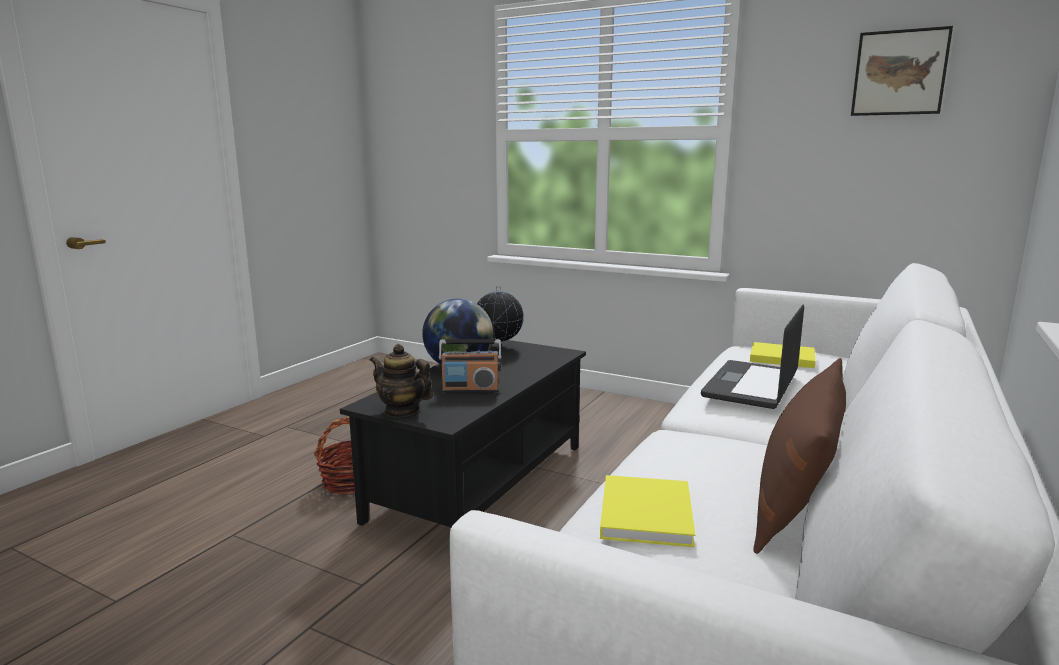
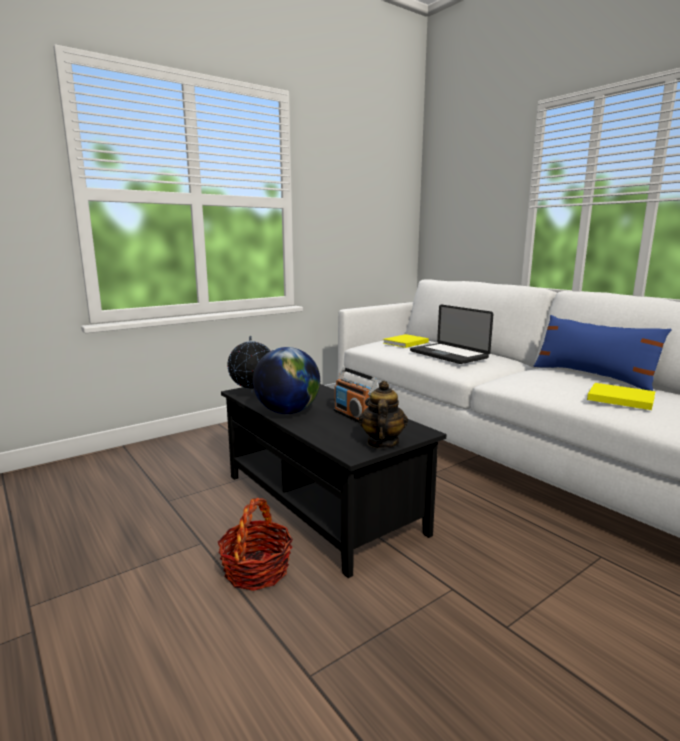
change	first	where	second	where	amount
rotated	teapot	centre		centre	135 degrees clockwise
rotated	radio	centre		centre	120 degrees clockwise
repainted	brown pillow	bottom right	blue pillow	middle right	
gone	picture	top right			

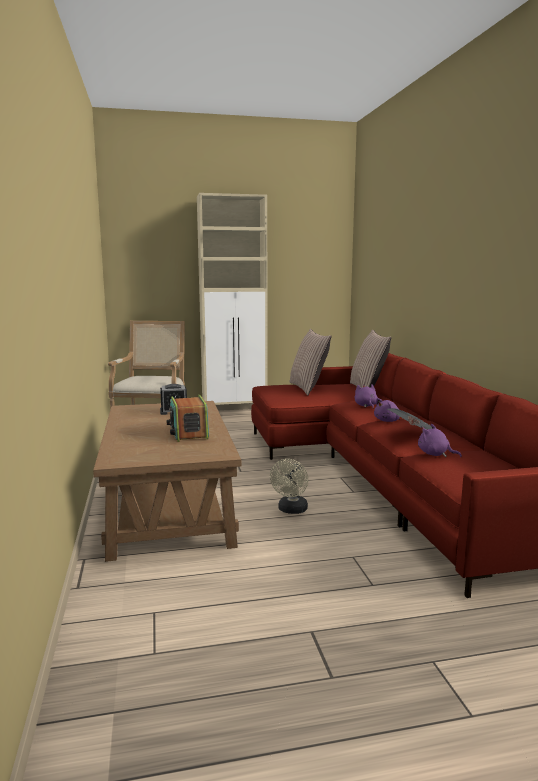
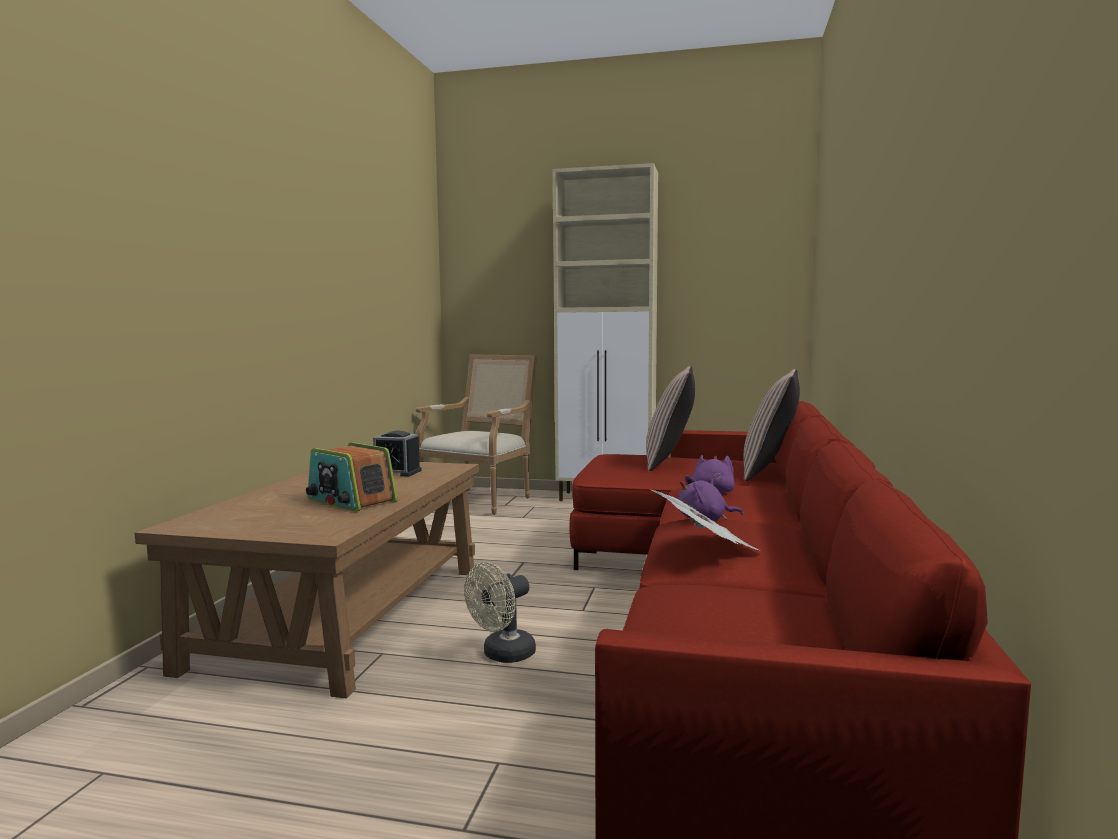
change	first	where	second	where	amount
rotated	radio	centre		middle left	60 degrees counterclockwise
gone	purple plush toy (no. 3 from left)	middle right			

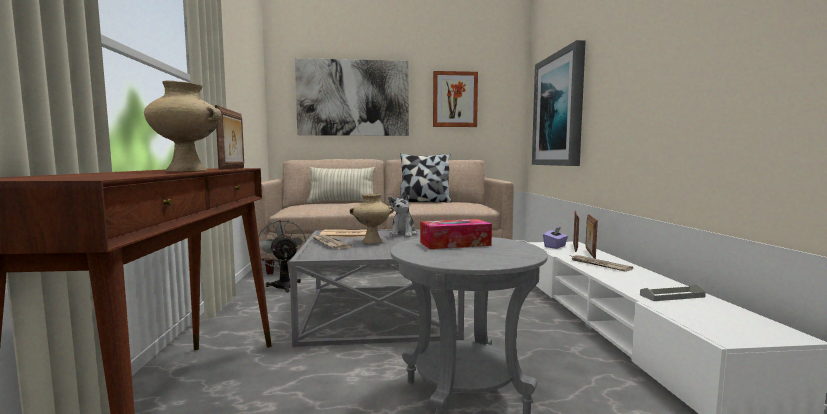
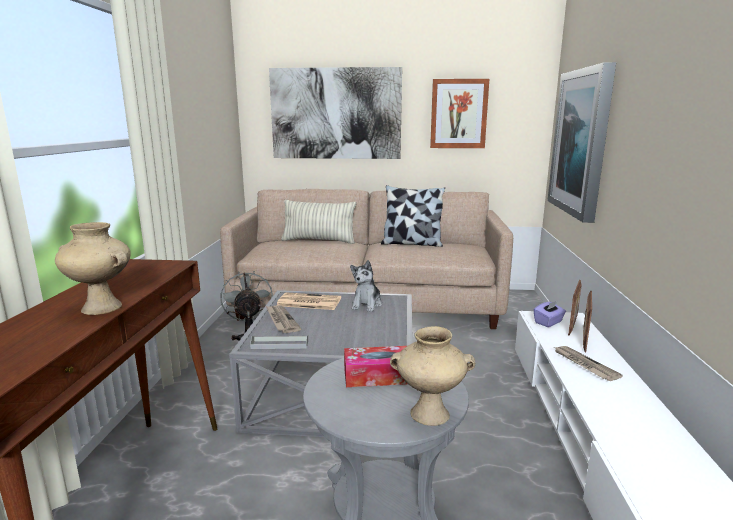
change	first	where	second	where	amount
gone	picture frame (no. 1 from left)	top left			
shifted	beige vase (no. 2 from left)	centre		bottom centre	
shifted	grey tray	bottom right		centre	

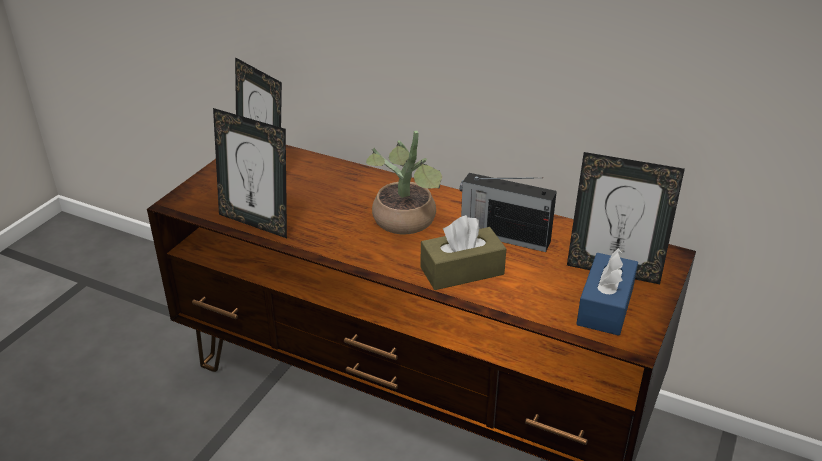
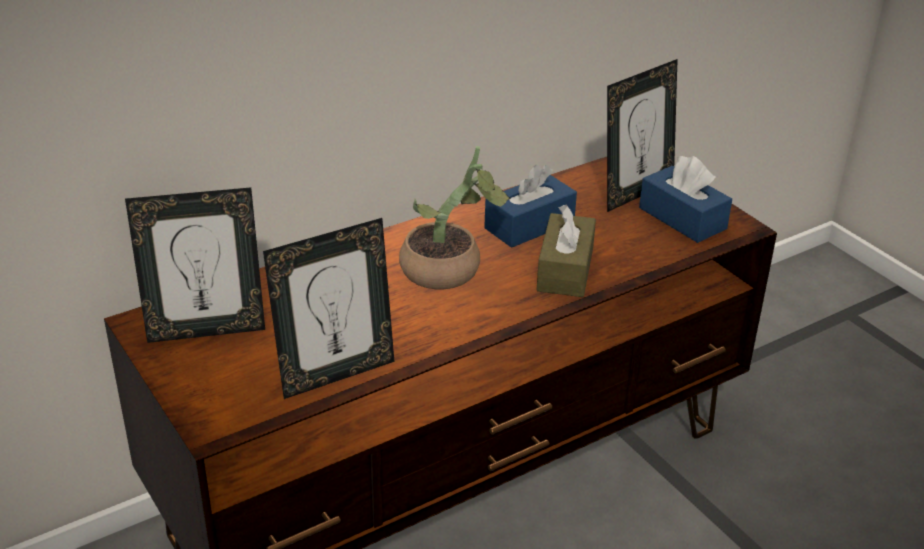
change	first	where	second	where	amount
swapped	radio	centre	blue tissue box (no. 1 from left)	centre	

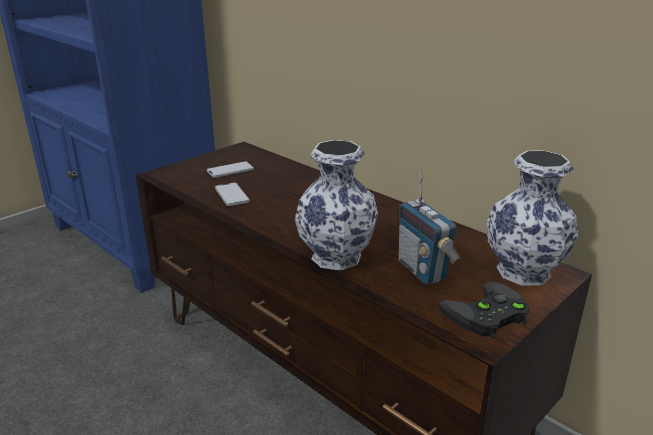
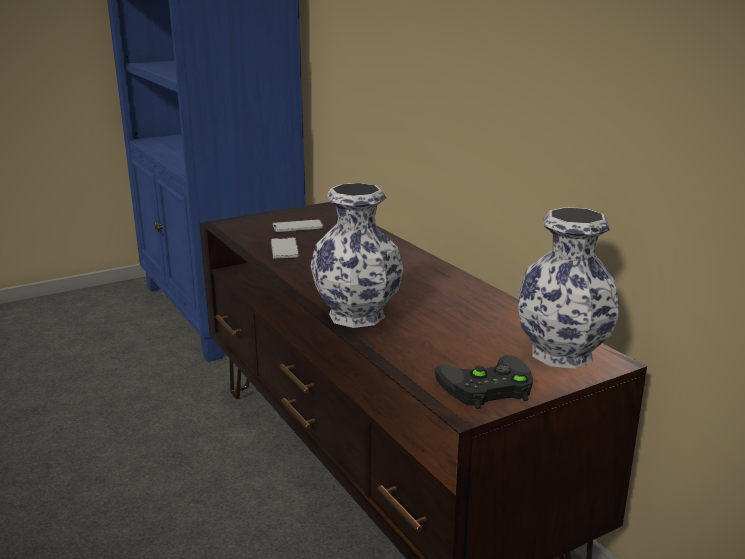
change	first	where	second	where	amount
gone	radio	centre			

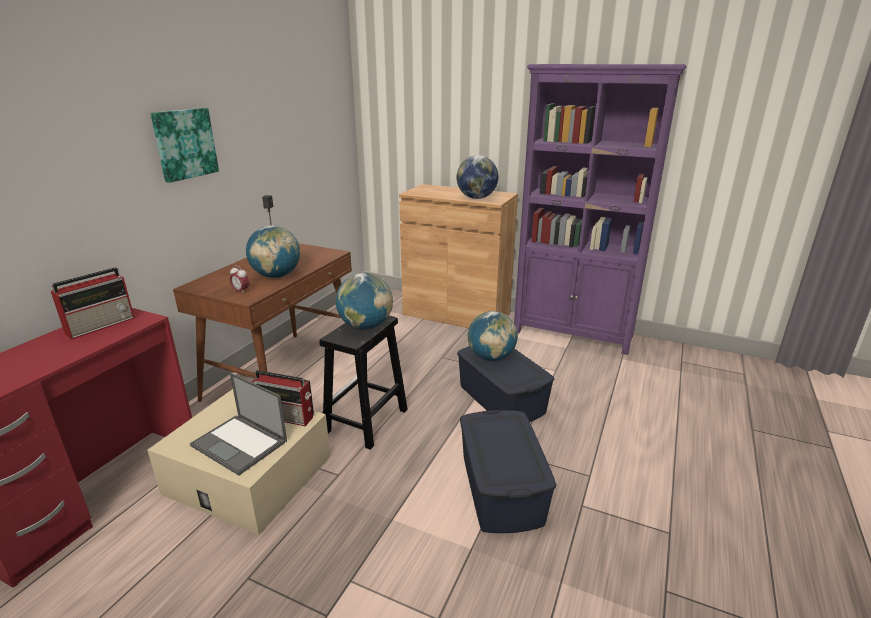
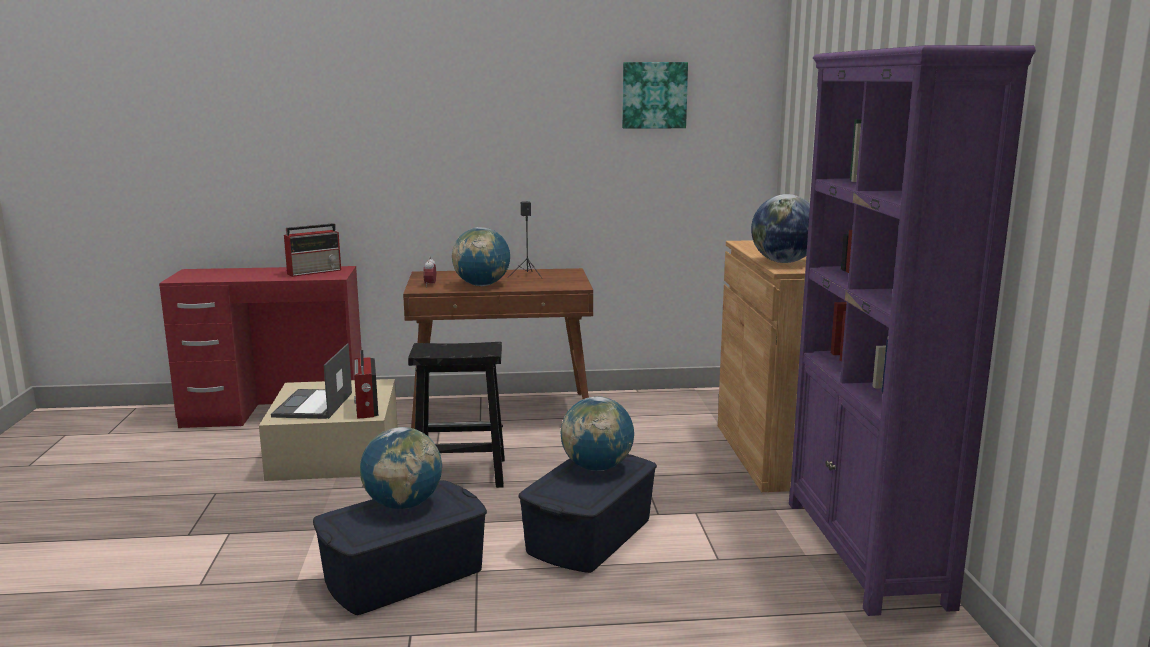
change	first	where	second	where	amount
rotated	radio (no. 1 from left)	middle left		middle left	45 degrees counterclockwise
shifted	picture	top left		top centre	
shifted	globe (no. 2 from left in the first image)	centre	globe (no. 1 from left)	bottom centre	

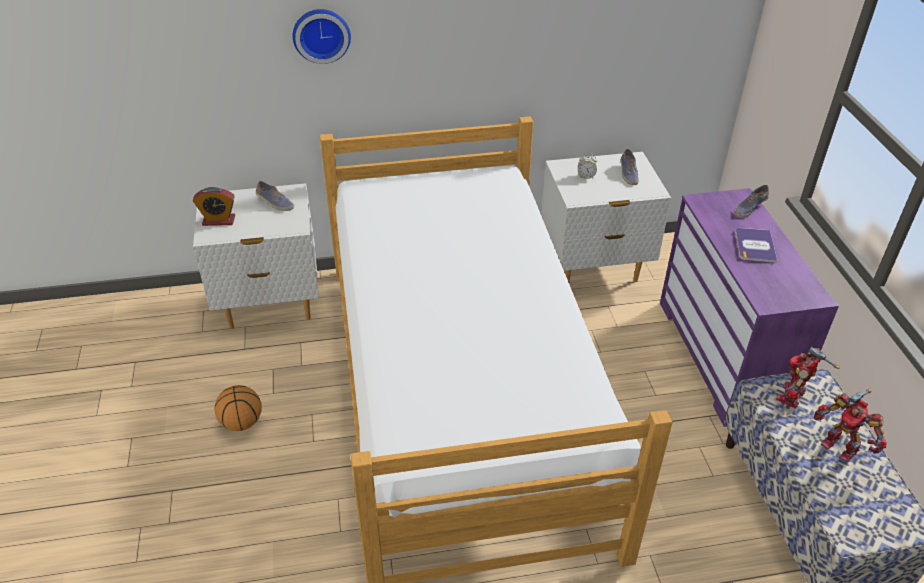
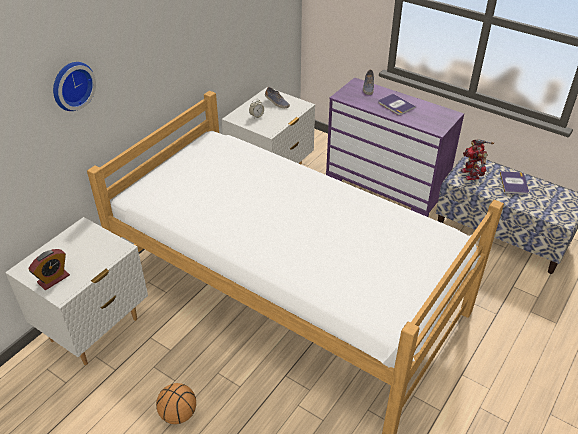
change	first	where	second	where	amount
gone	shoe (no. 1 from left)	middle left			
swapped	toy robot (no. 2 from left)	bottom right	book (no. 2 from left)	middle right	

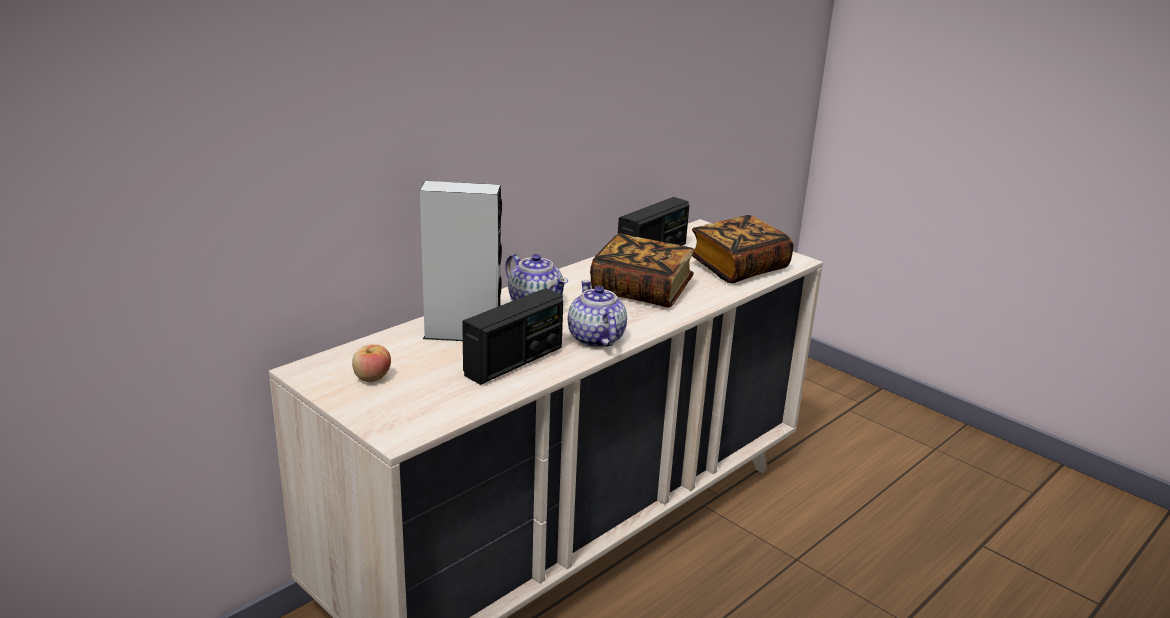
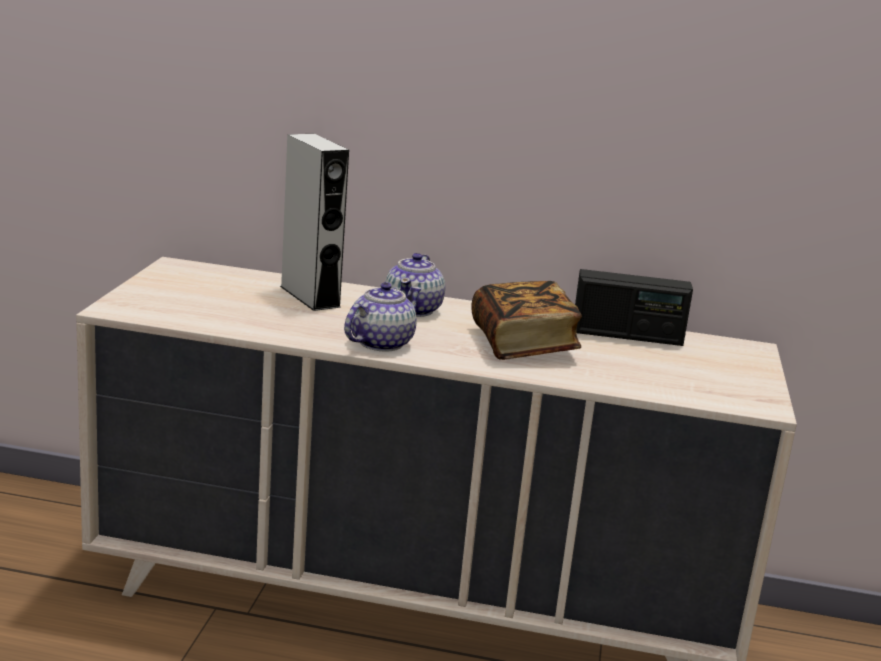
change	first	where	second	where	amount
gone	apple	middle left			
gone	radio (no. 1 from left)	centre			
gone	book (no. 2 from left)	centre			

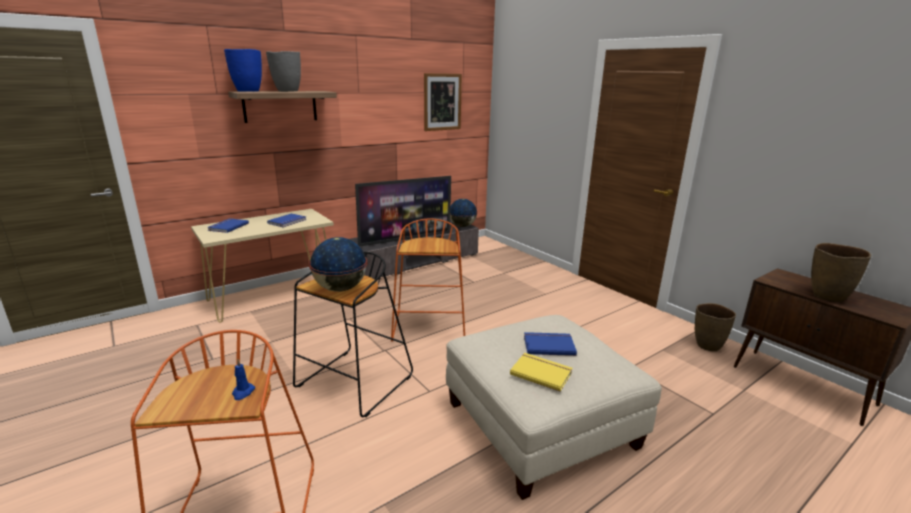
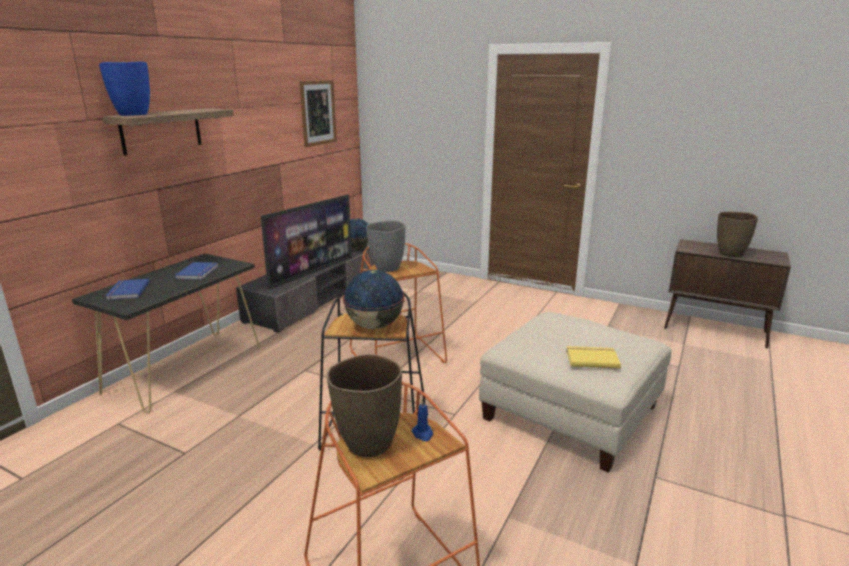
change	first	where	second	where	amount
repainted	beige console table	middle left	black console table	middle left	
shifted	grey vase	top left		centre	
gone	blue book (no. 3 from left)	bottom centre			
shifted	brown vase (no. 1 from left)	middle right		bottom centre	

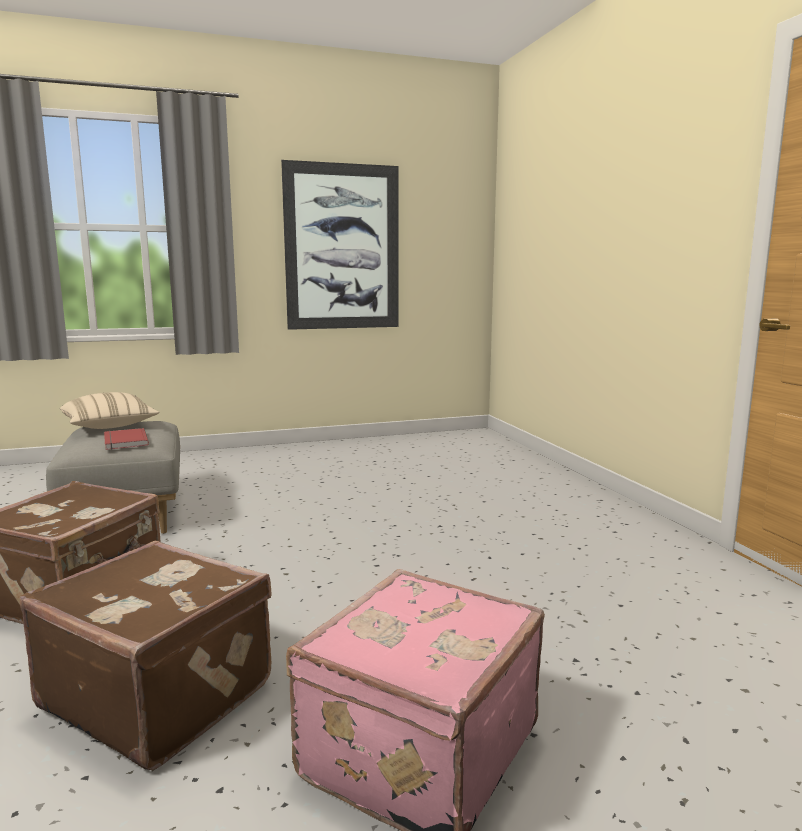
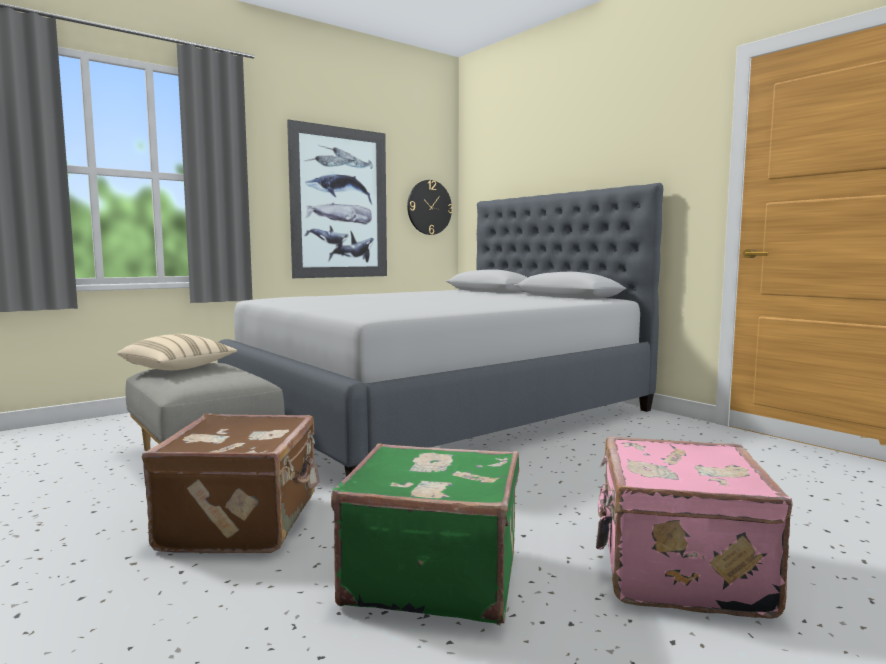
change	first	where	second	where	amount
repainted	brown suitcase (no. 2 from left)	bottom left	green suitcase	bottom centre	
gone	red book	middle left			
new			grey bed	centre	
new			wall clock	top centre	

